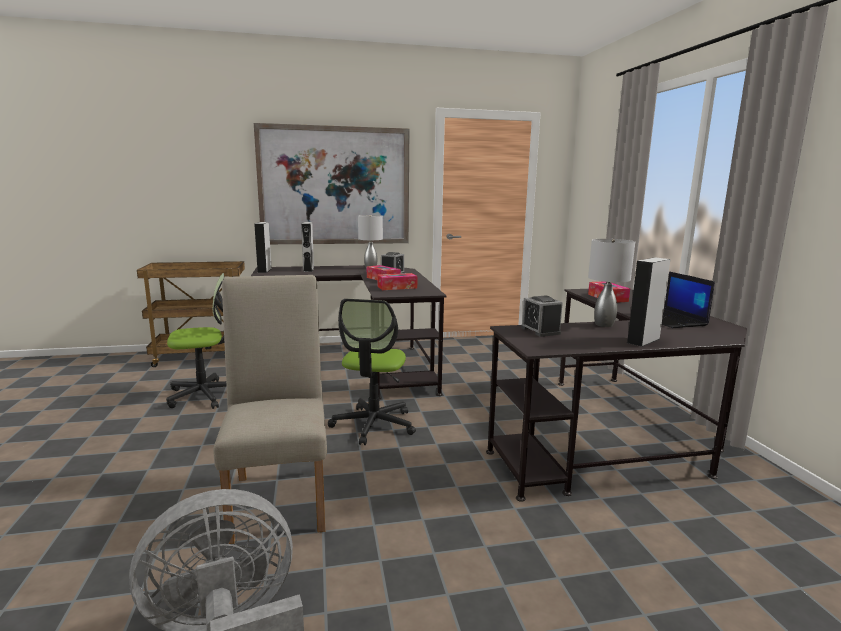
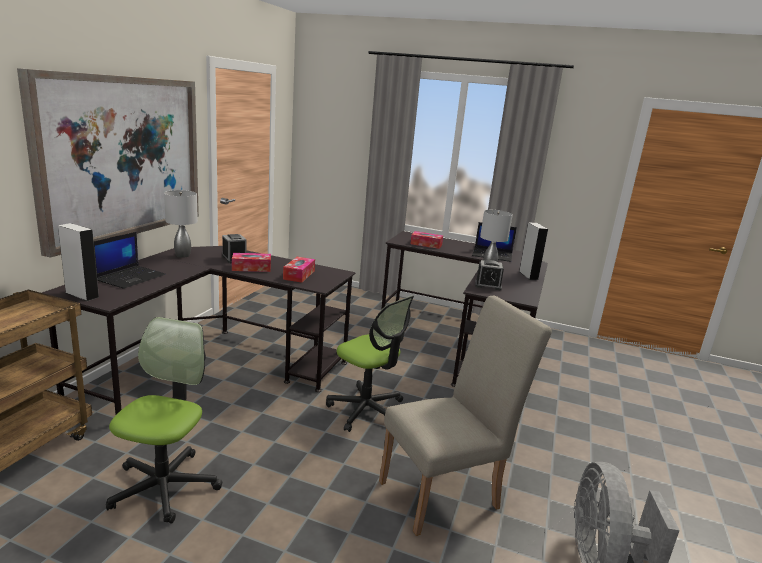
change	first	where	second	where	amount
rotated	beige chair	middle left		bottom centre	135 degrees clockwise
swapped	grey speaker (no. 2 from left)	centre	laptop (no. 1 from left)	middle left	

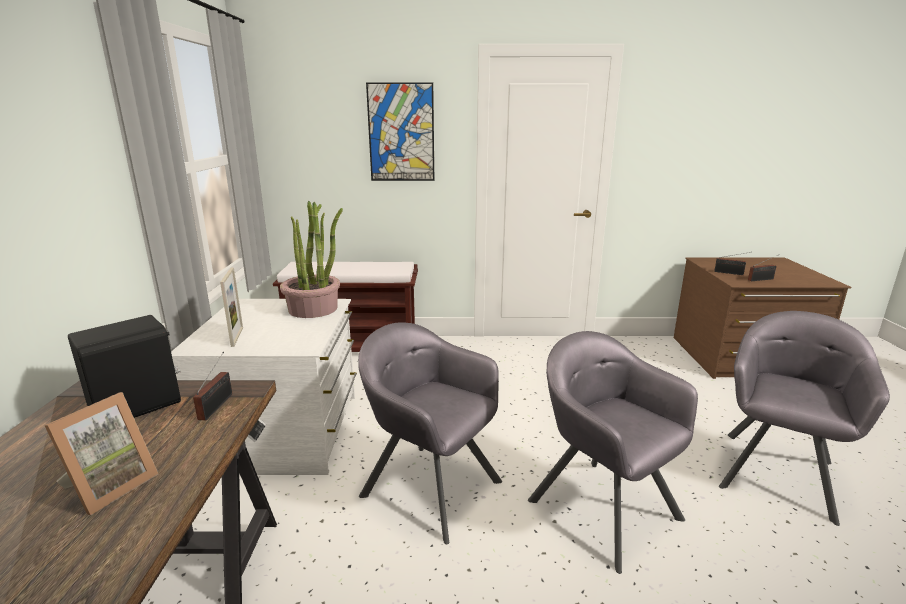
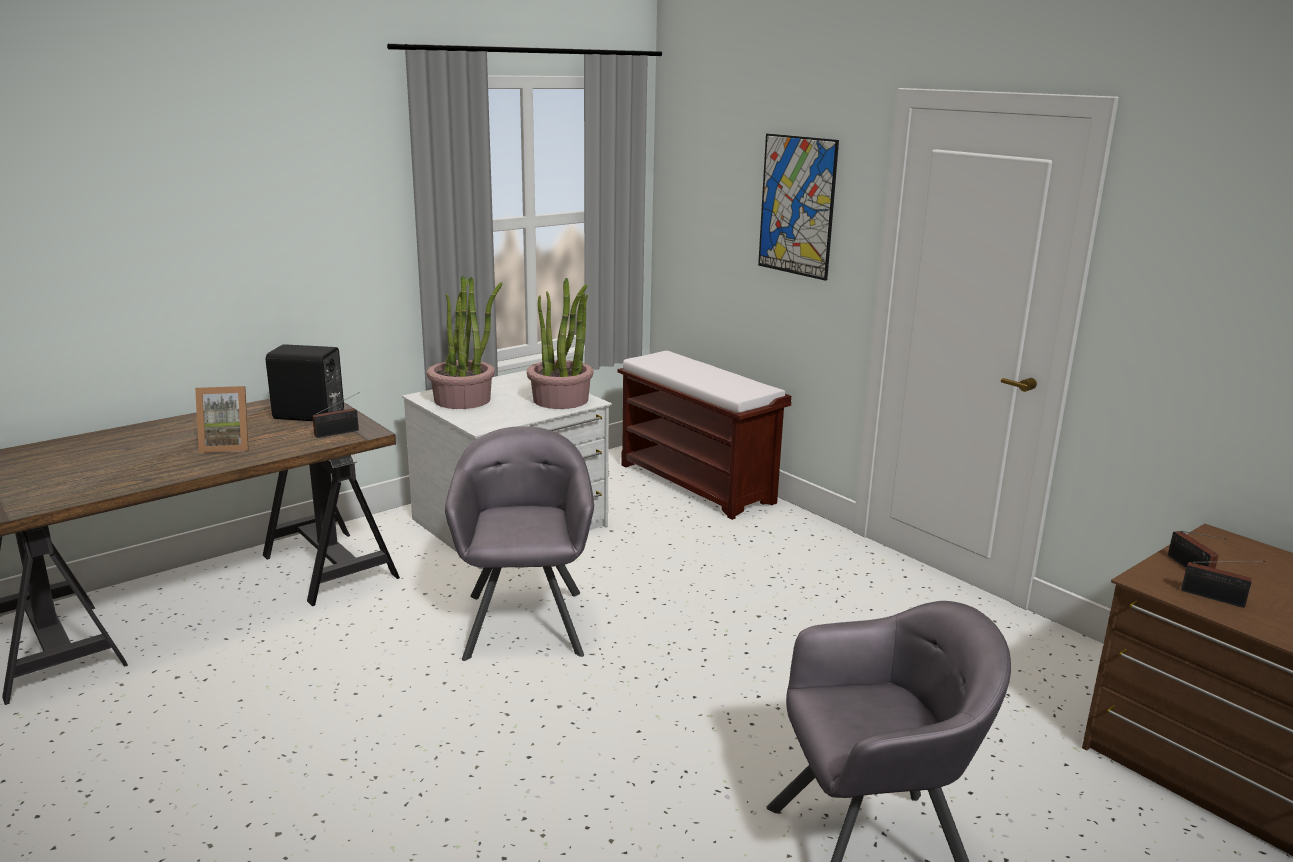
change	first	where	second	where	amount
swapped	picture frame (no. 2 from left)	middle left	potted plant (no. 1 from left)	centre	
gone	grey armchair (no. 2 from left)	bottom right			

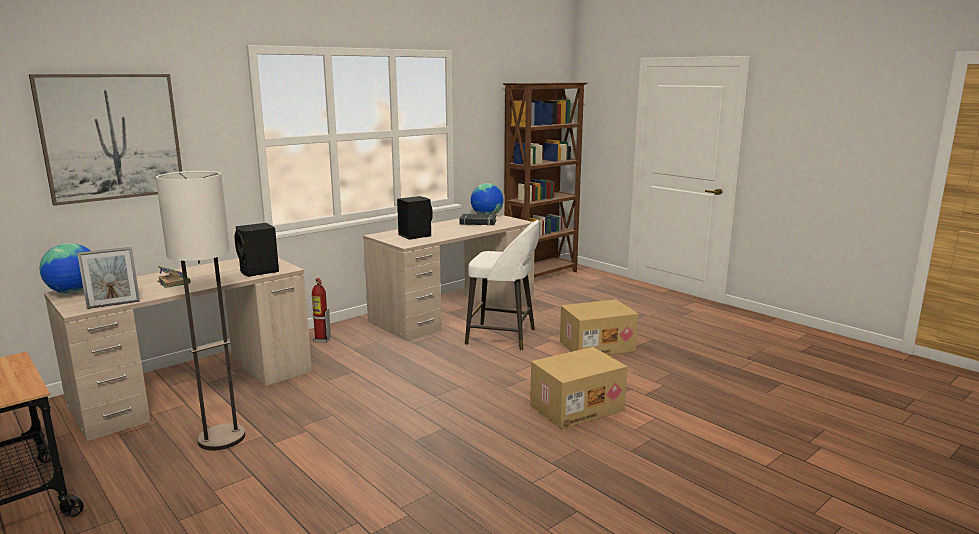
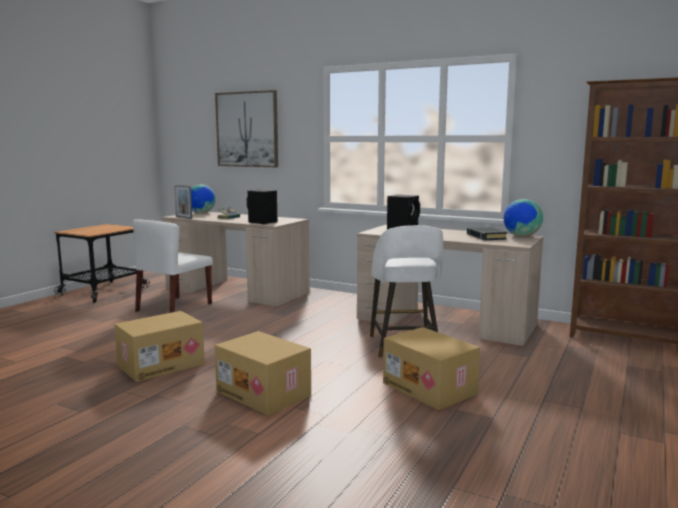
change	first	where	second	where	amount
swapped	floor lamp	middle left	white chair	middle left	
gone	fire extinguisher	middle left			
new			cardboard box (no. 1 from left)	bottom left	

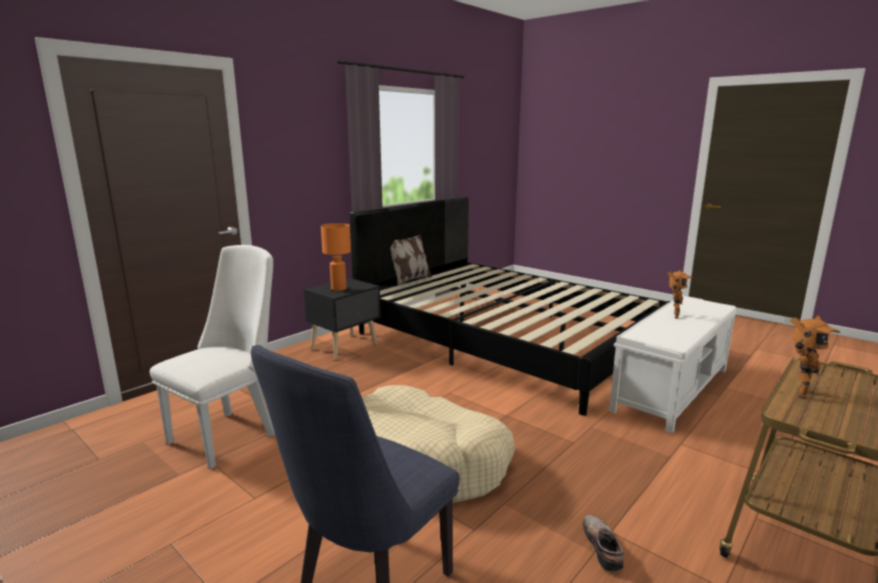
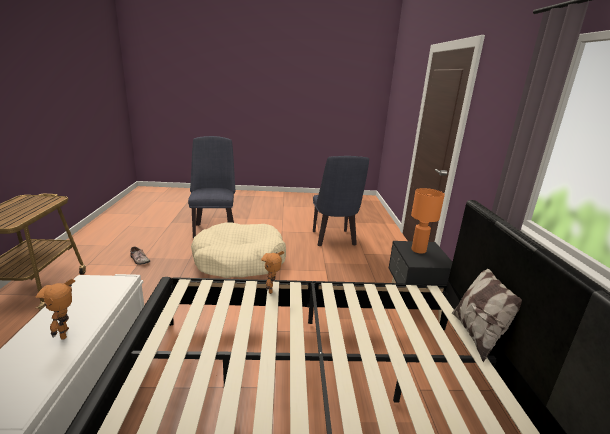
change	first	where	second	where	amount
repainted	white chair	middle left	blue chair (no. 2 from left)	centre	
shifted	toy robot (no. 2 from left)	middle right		centre	

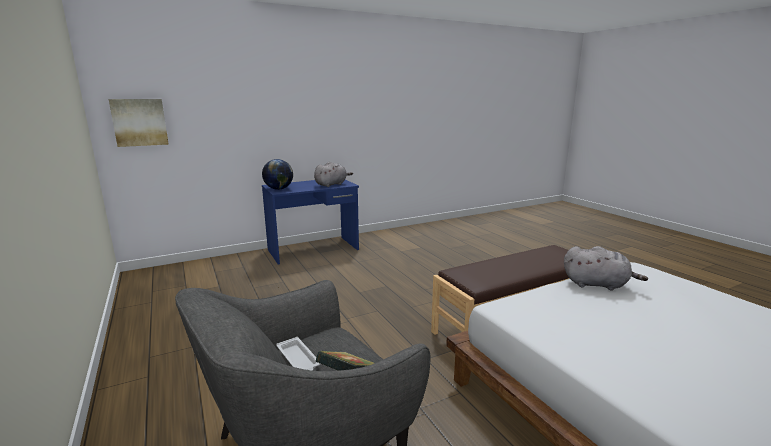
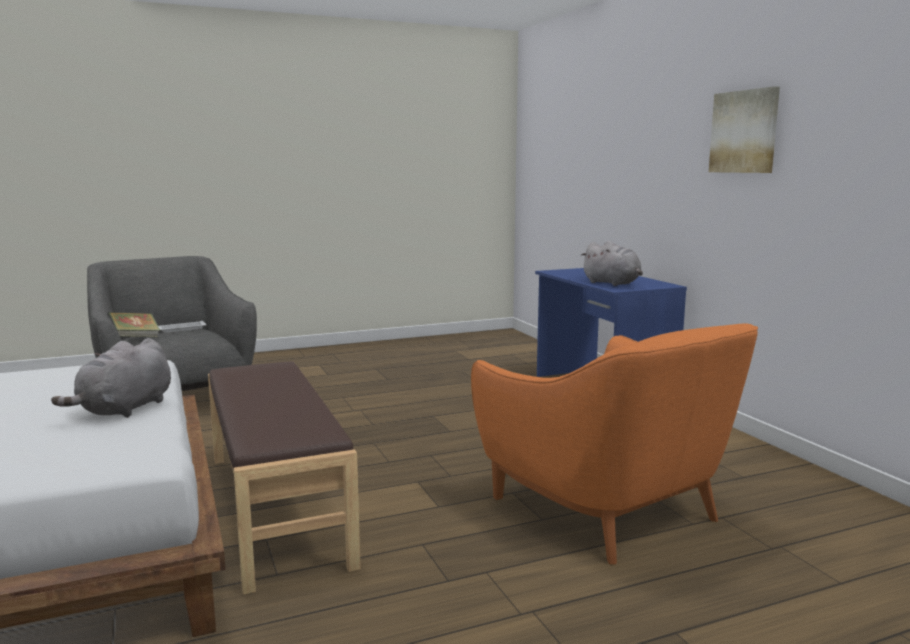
change	first	where	second	where	amount
shifted	picture	top left		top right	
gone	globe	centre			
new			orange armchair	bottom right	

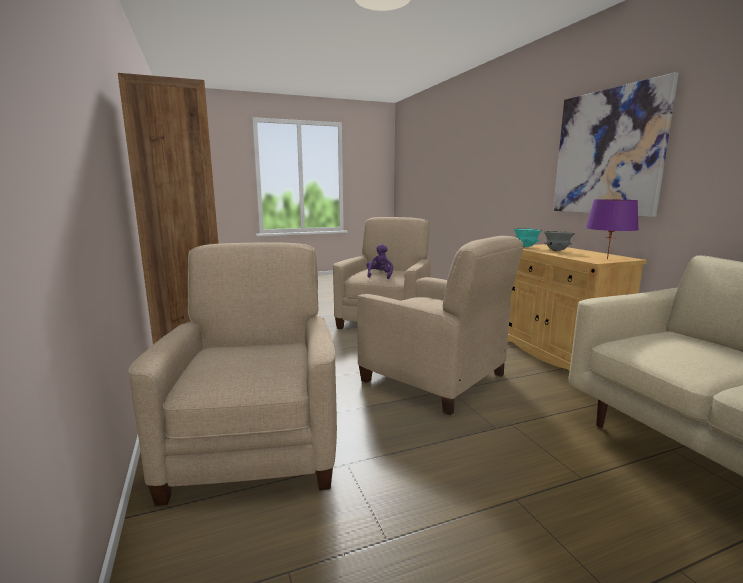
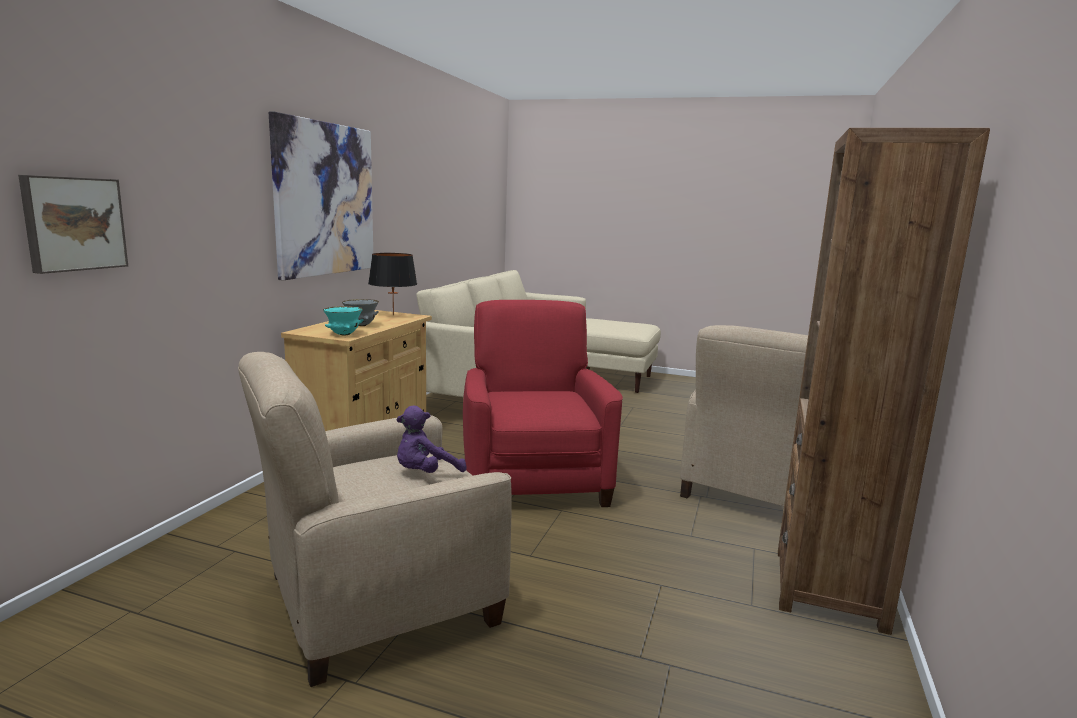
change	first	where	second	where	amount
repainted	beige armchair (no. 3 from left)	centre	red armchair	centre	
repainted	purple table lamp	middle right	black table lamp	centre	
new			picture (no. 1 from left)	top left	

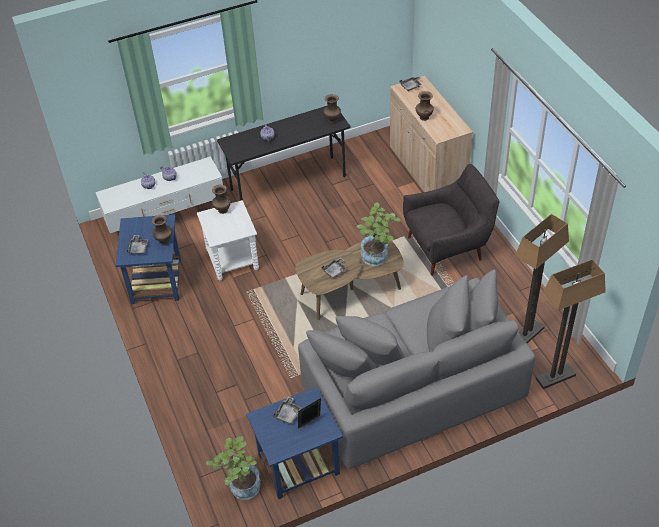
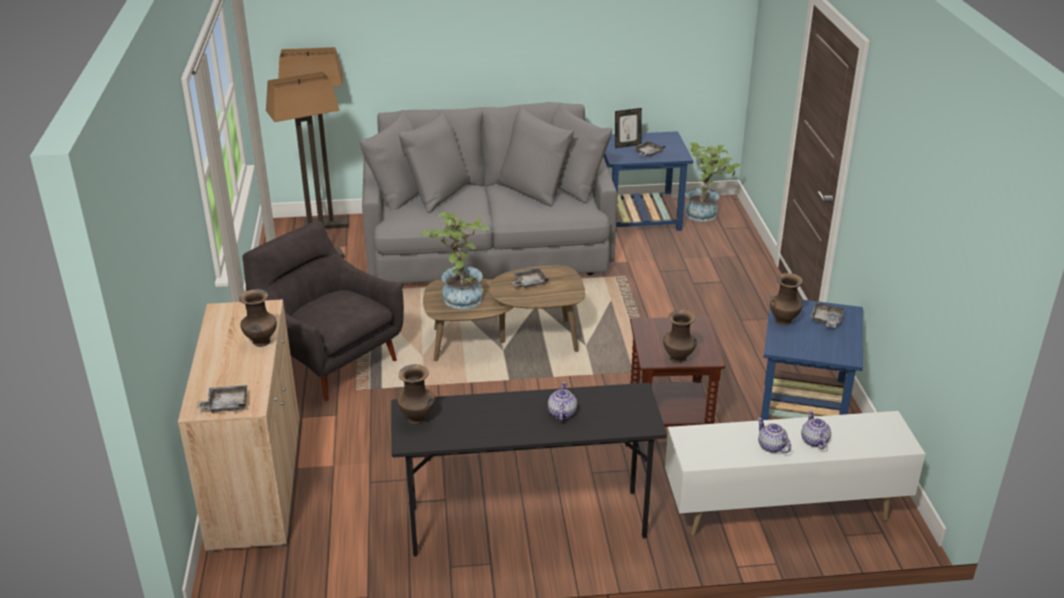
change	first	where	second	where	amount
repainted	white side table	centre	brown side table	centre	
rotated	grey armchair	middle right		middle left	45 degrees clockwise

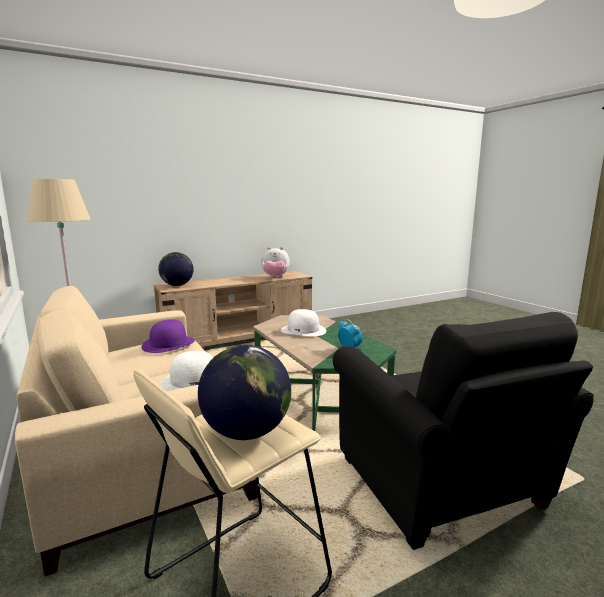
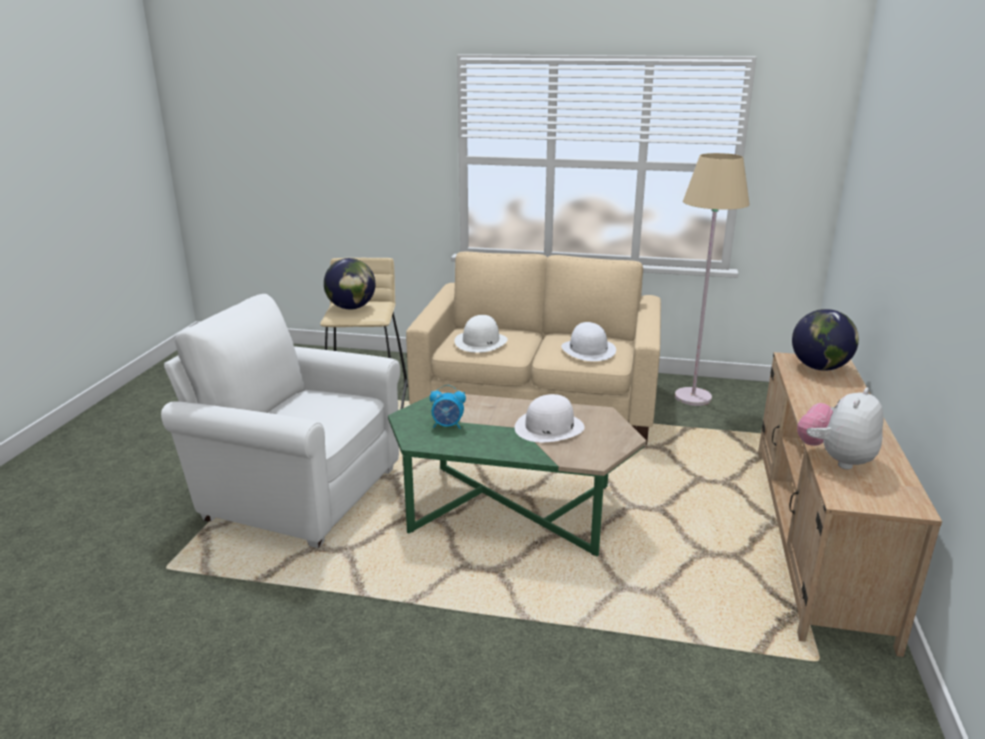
change	first	where	second	where	amount
repainted	purple hat	middle left	white hat (no. 3 from left)	centre	
repainted	black armchair	bottom right	white armchair	middle left	

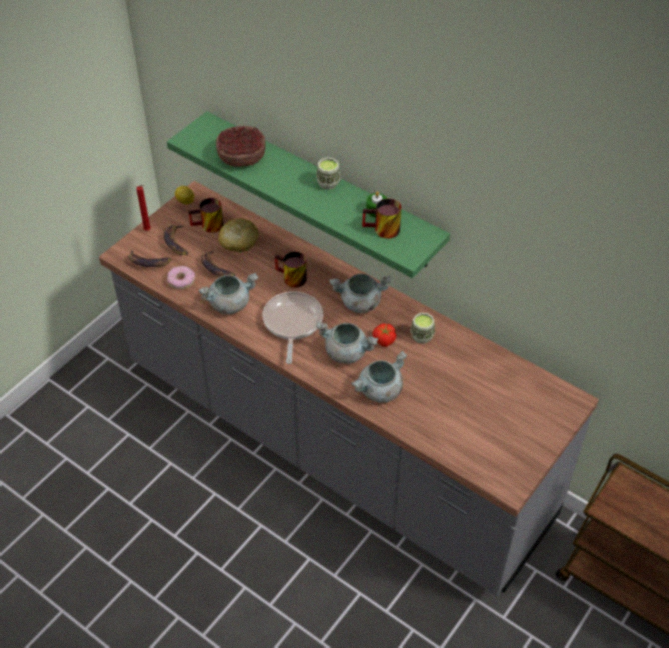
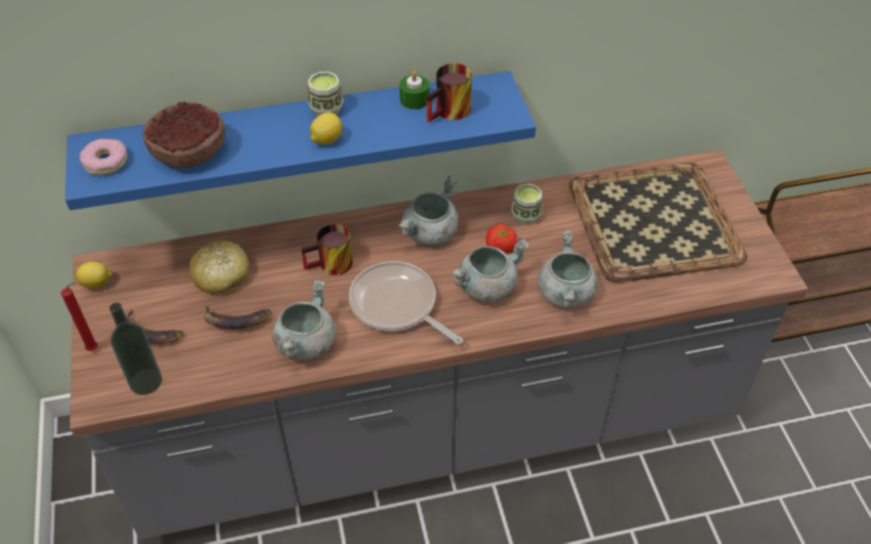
change	first	where	second	where	amount
swapped	banana (no. 1 from left)	middle left	bottle	middle left	
repainted	green shelf	top centre	blue shelf	top centre	
shifted	donut	middle left		top left	
gone	mug (no. 1 from left)	top left			
new			lemon (no. 2 from left)	top centre	
new			tray	middle right	

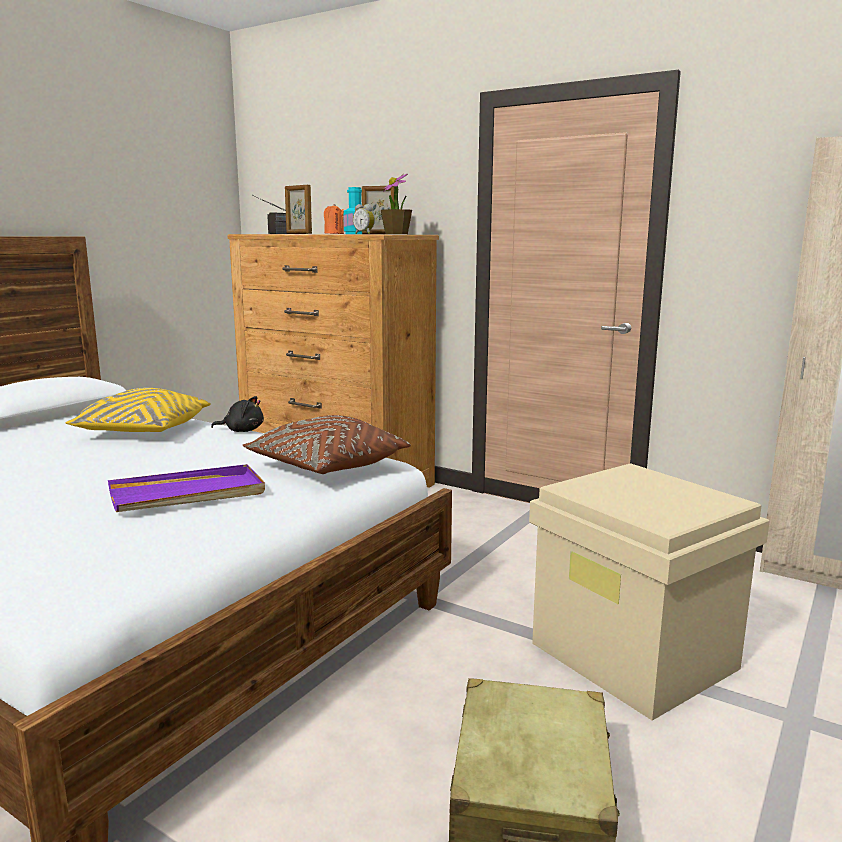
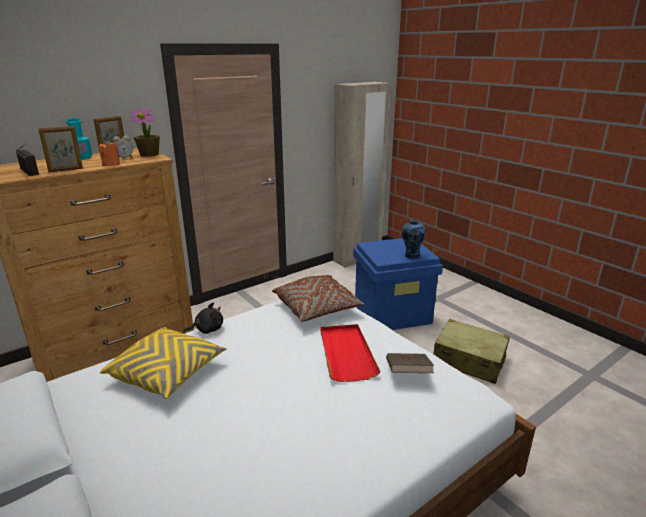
change	first	where	second	where	amount
repainted	purple tray	middle left	red tray	bottom centre	
rotated	black plush toy	middle left		middle left	45 degrees clockwise
repainted	beige storage box	bottom right	blue storage box	centre	
new			brown book	bottom centre	
new			vase	centre	

